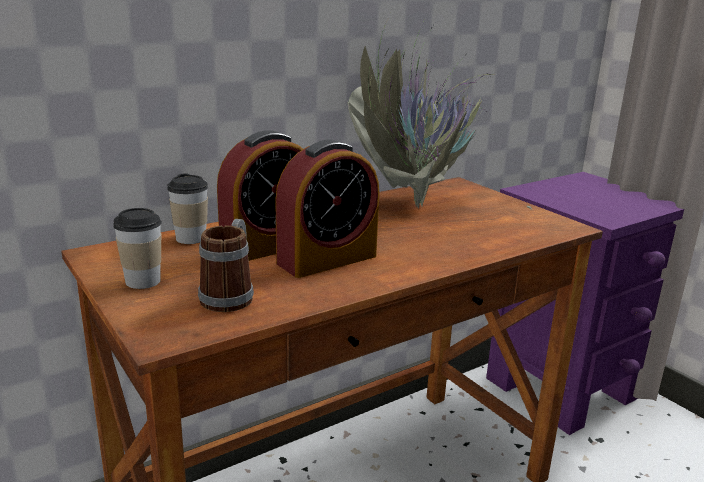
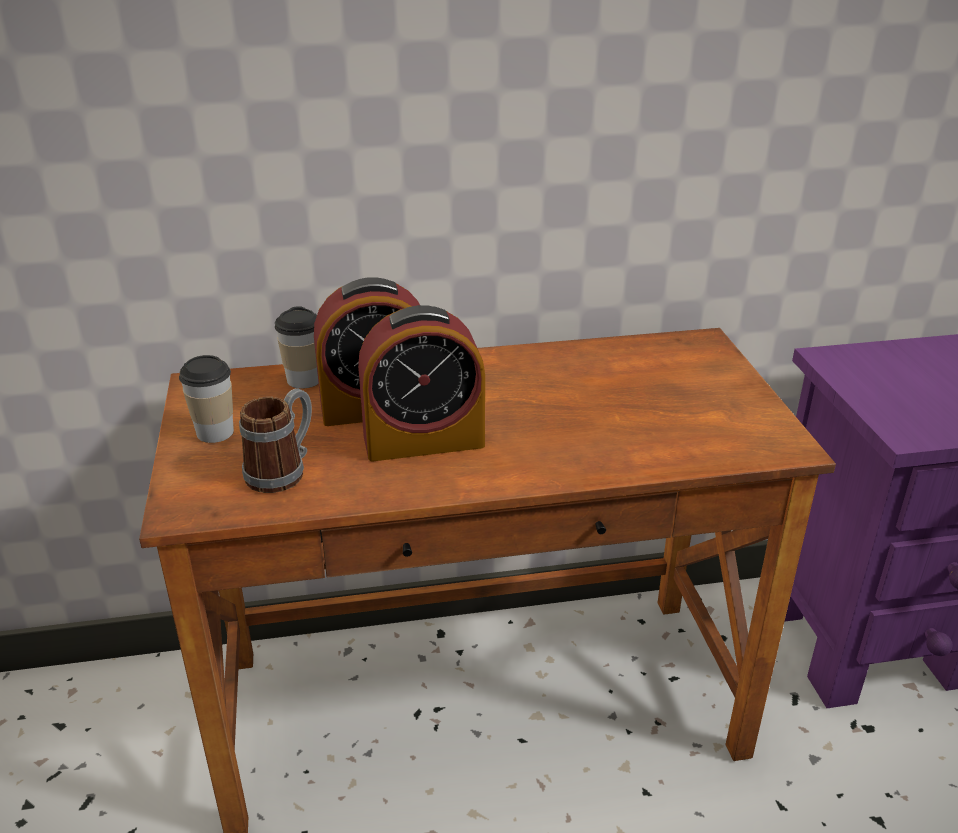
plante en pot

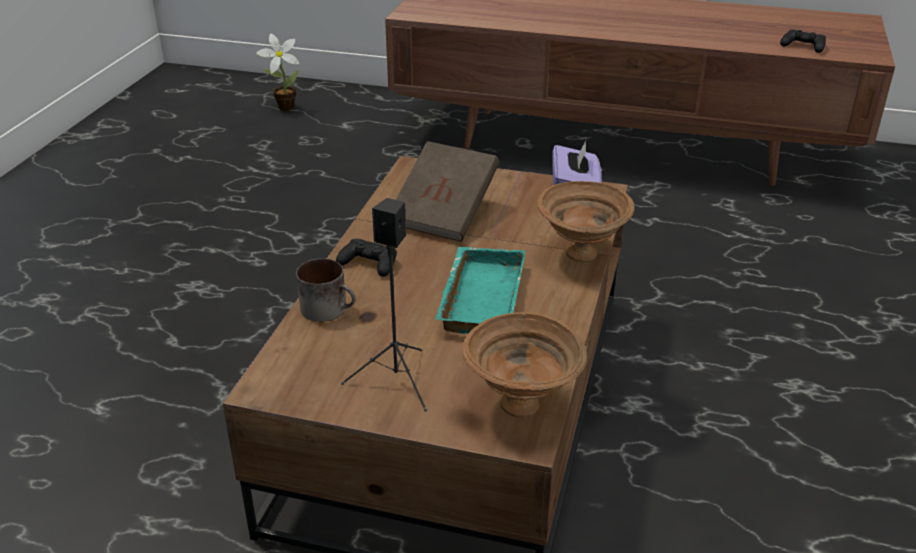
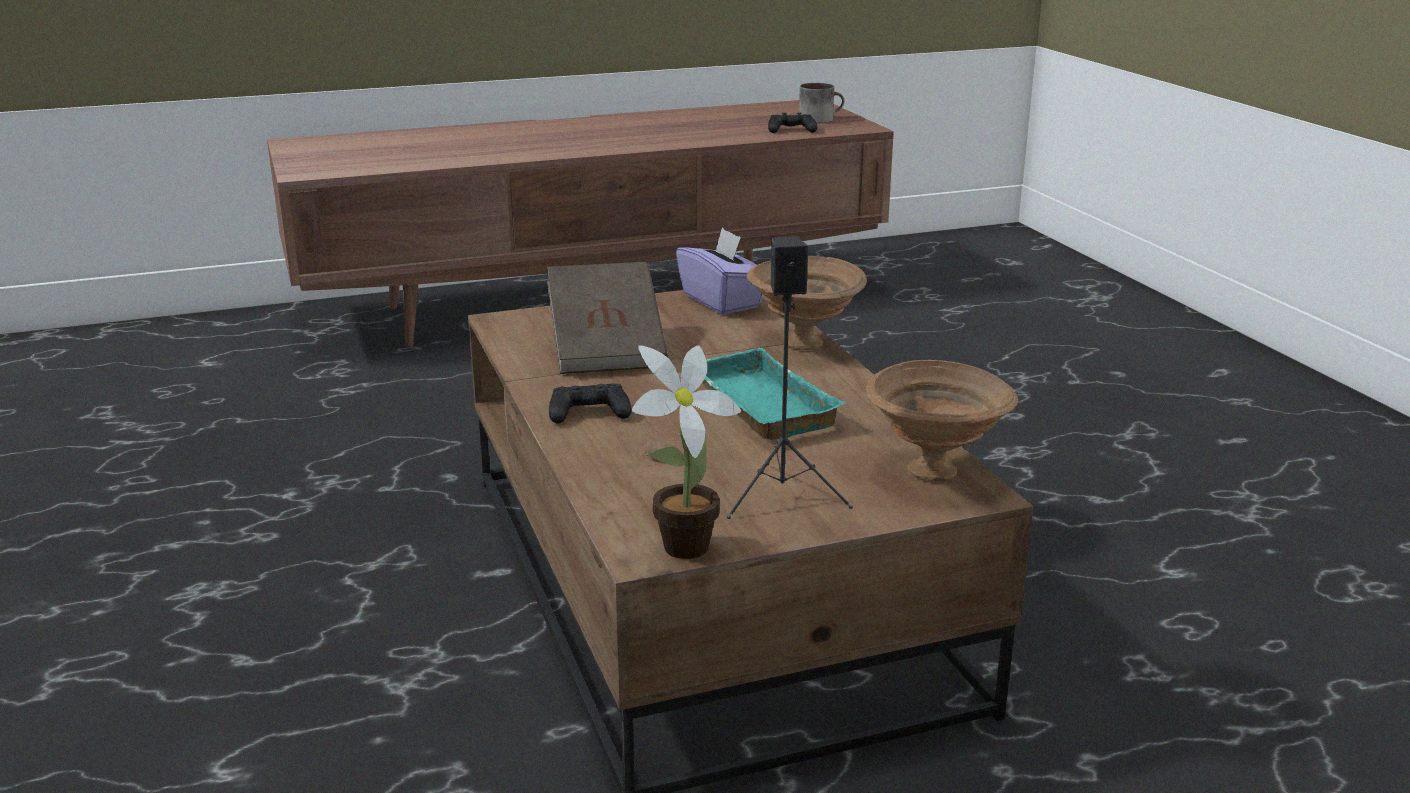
plante en pot; mug

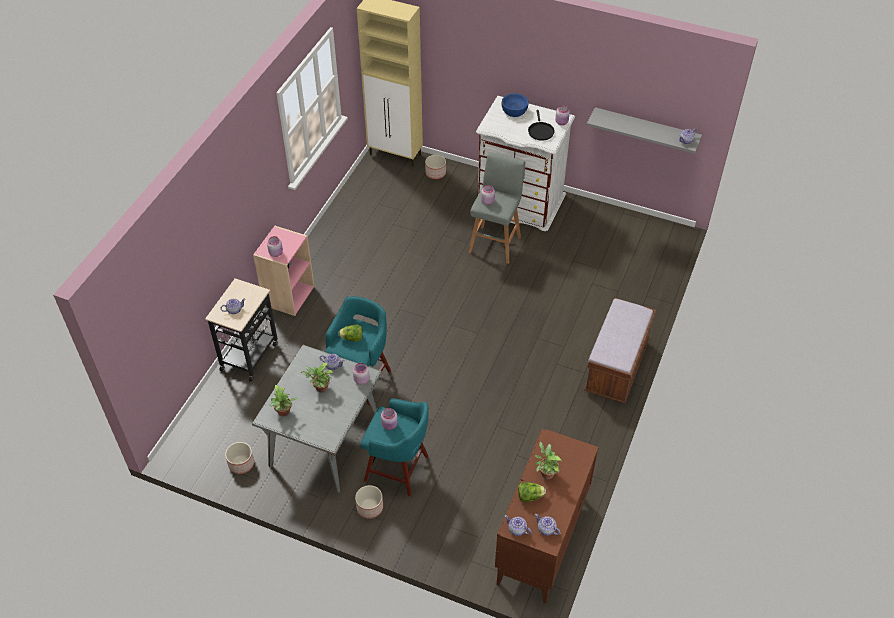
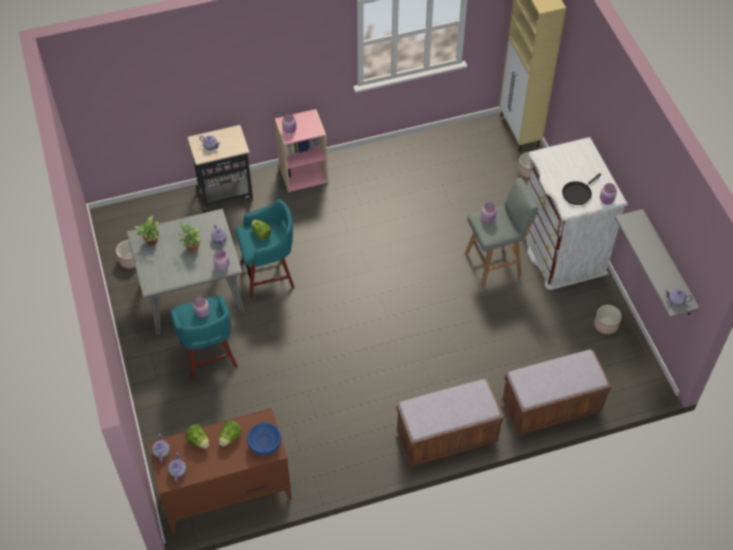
bol/bleu; laitue (2nd from left); cache-pot (3rd from left); banc/marron (2nd from left)

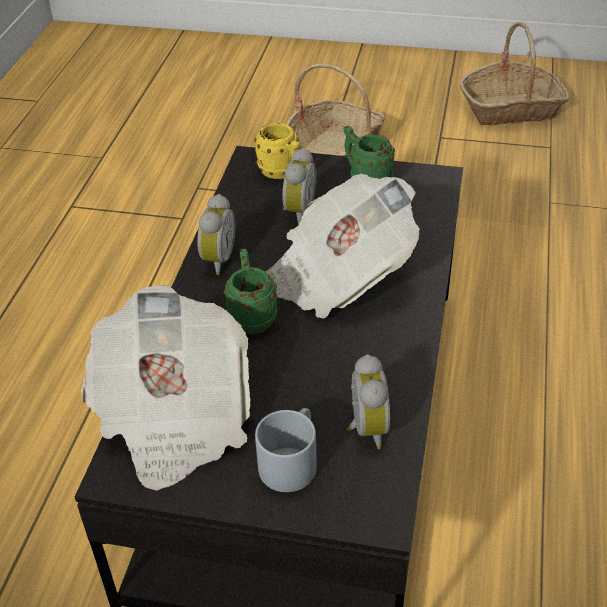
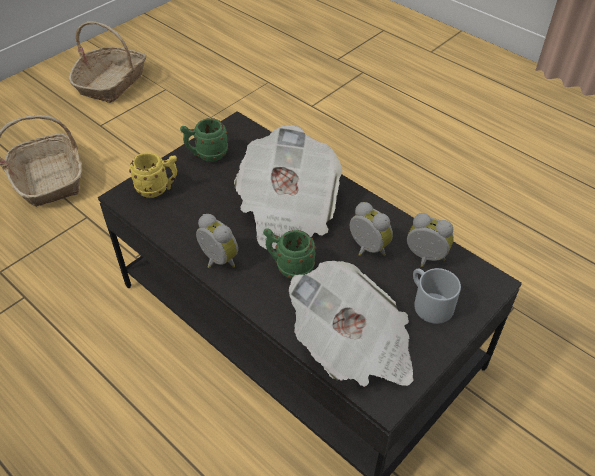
réveil (2nd from left)

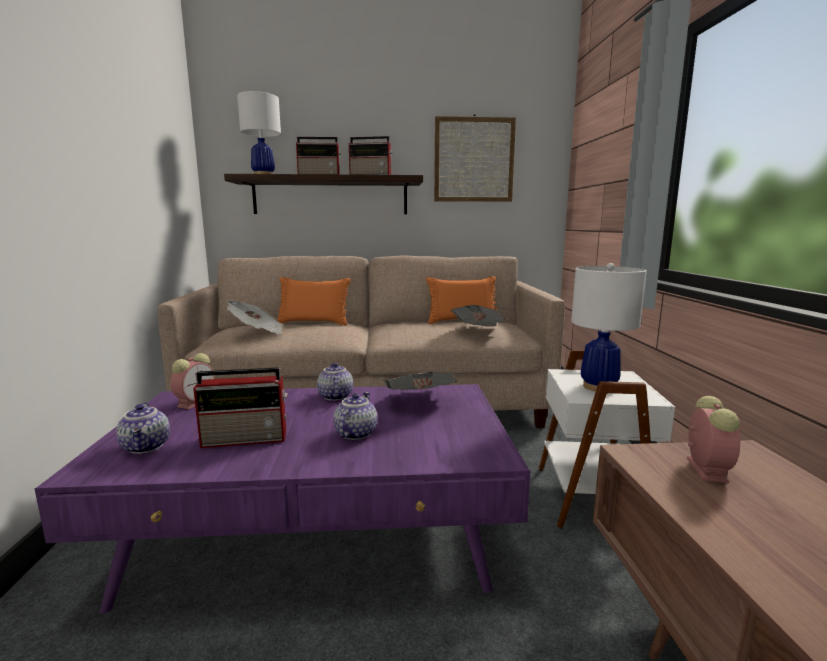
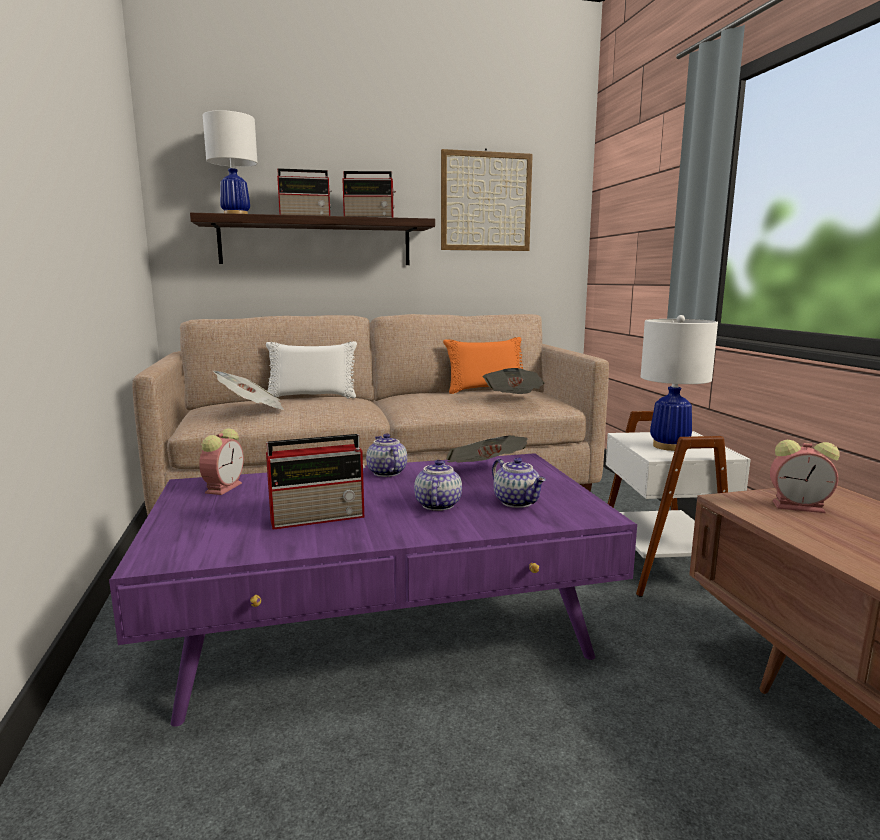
coussin/blanc; réveil (2nd from left); théière (3rd from left)

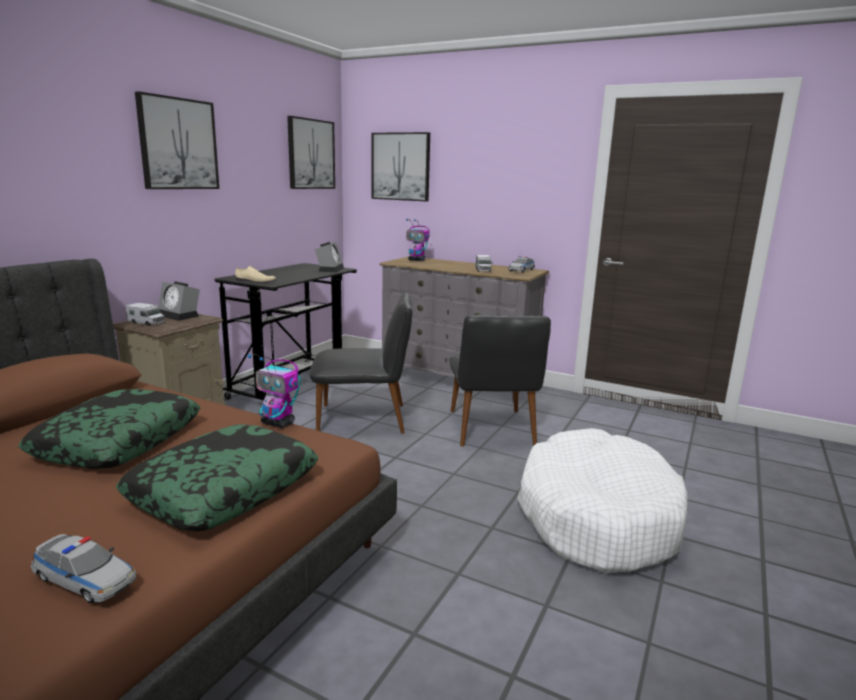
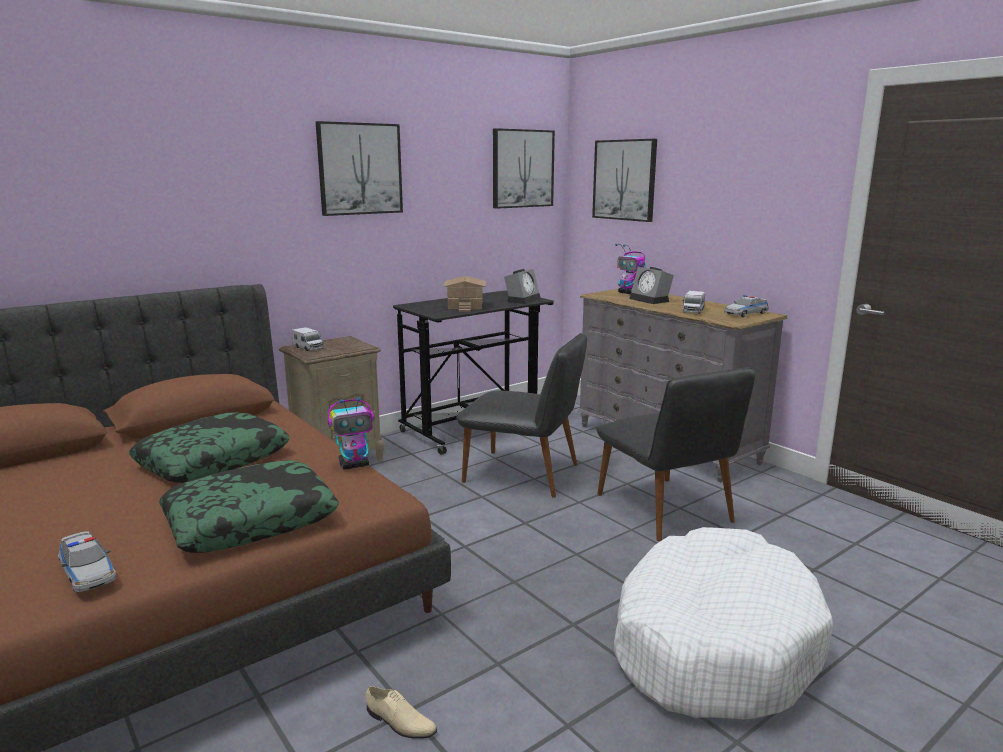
chaussure/beige; réveil (2nd from left); chaise/noir (2nd from left); robot jouet (1st from left); maison miniature

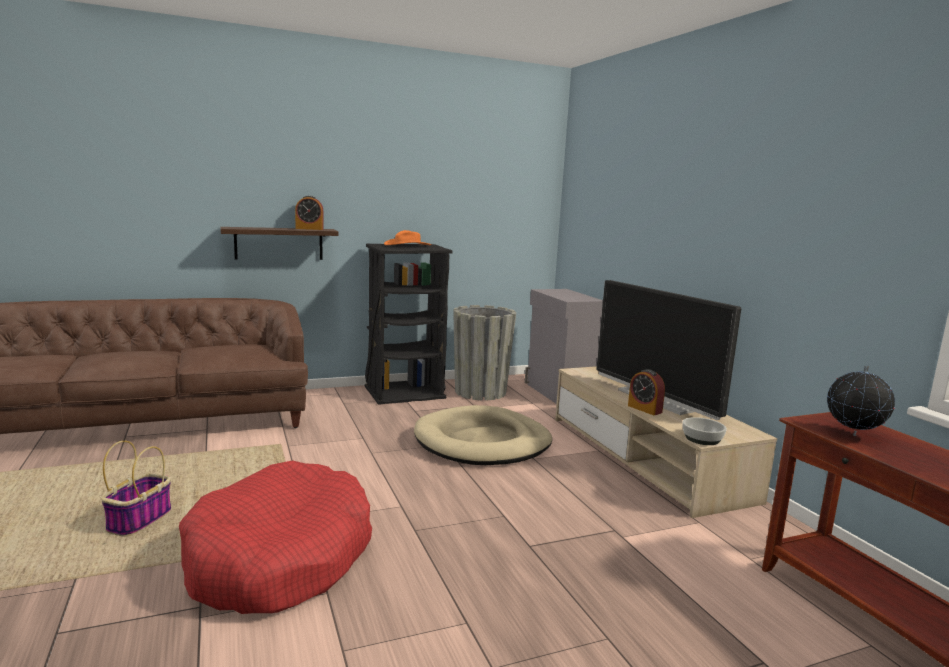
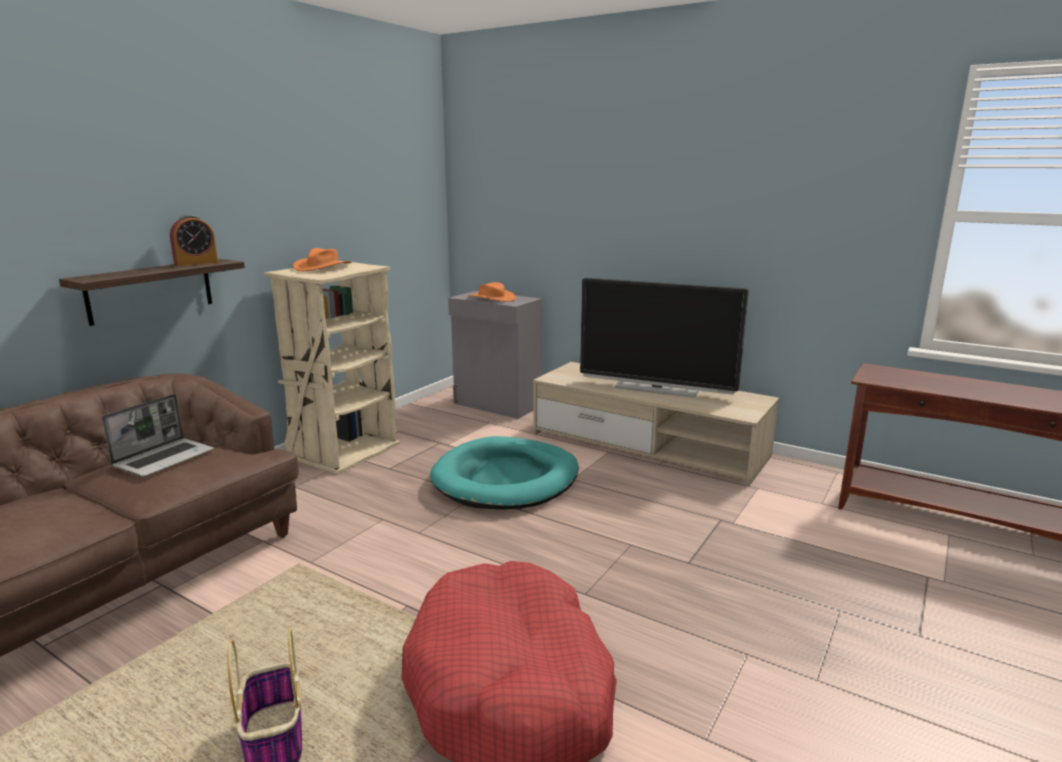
bibliothèque/beige; cache-pot/gris; globe; réveil (2nd from left in the first image); panier pour chien/turquoise; bol; chapeau/orange (2nd from left); ordinateur portable

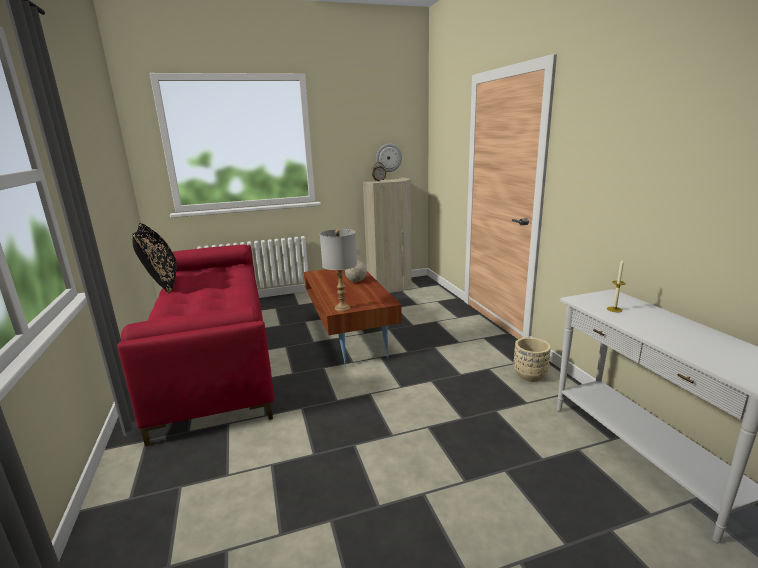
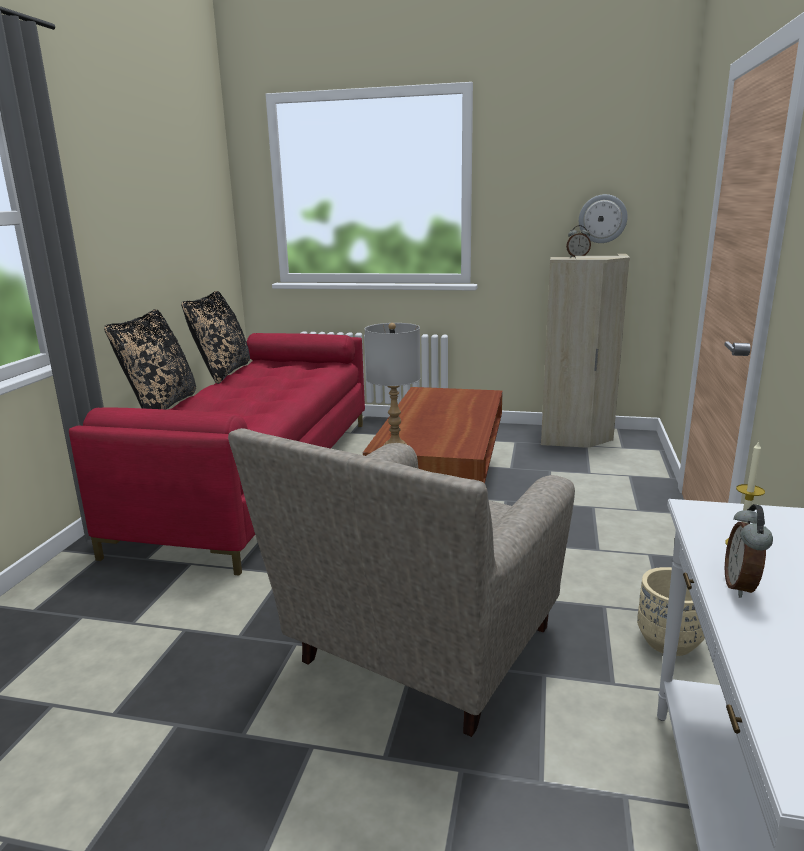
globe; coussin/noir (1st from left); fauteuil/beige; réveil (2nd from left)

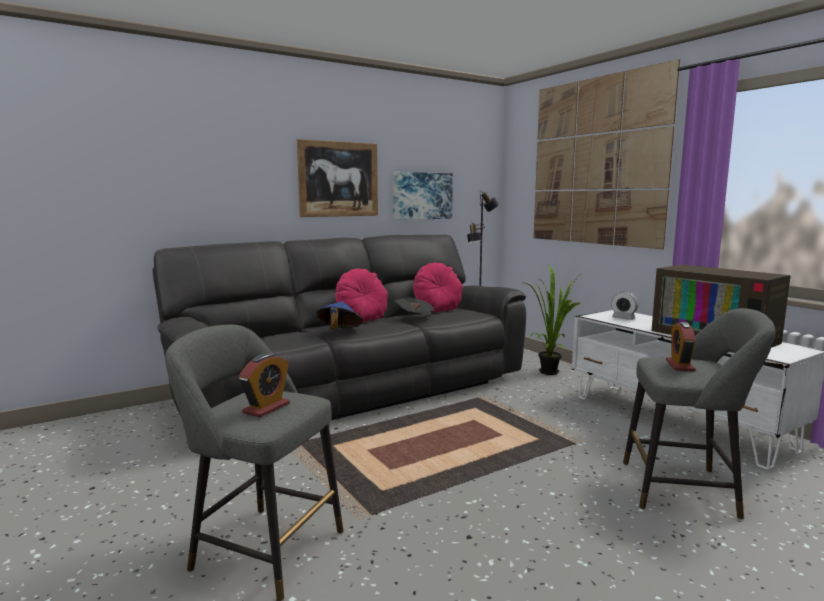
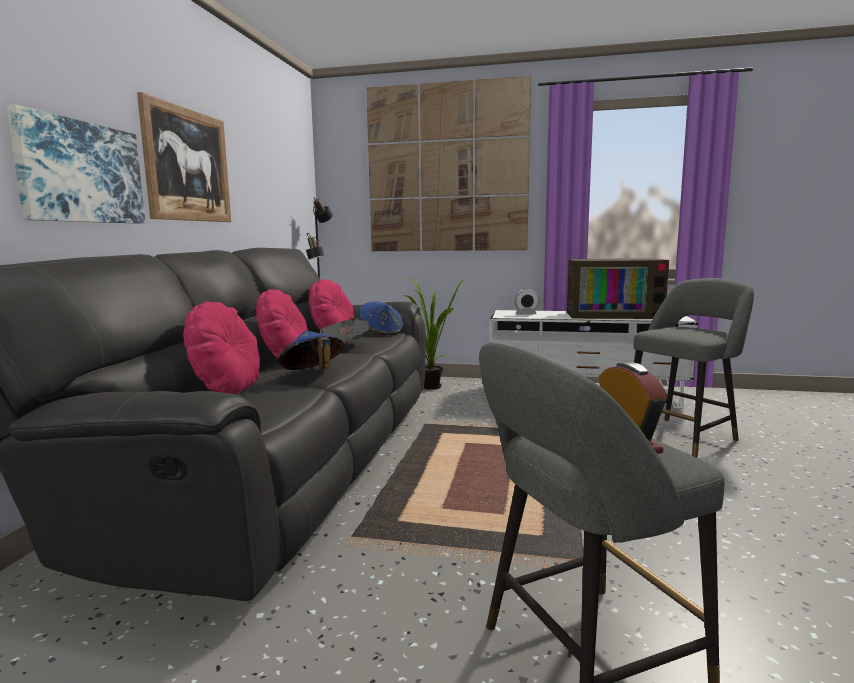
tableau (1st from left); réveil (3rd from left in the first image); coussin/rose (1st from left); chapeau/bleu (2nd from left)

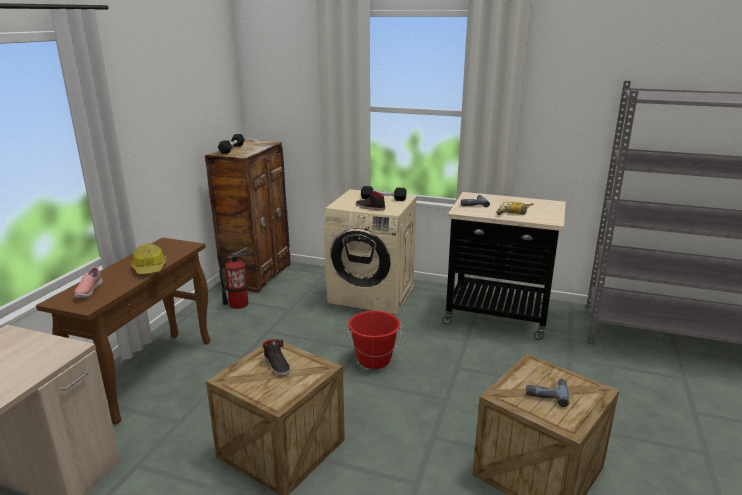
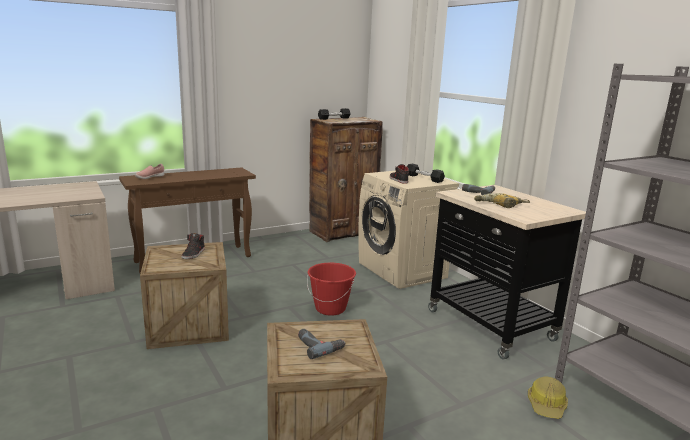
casque de chantier; extincteur

